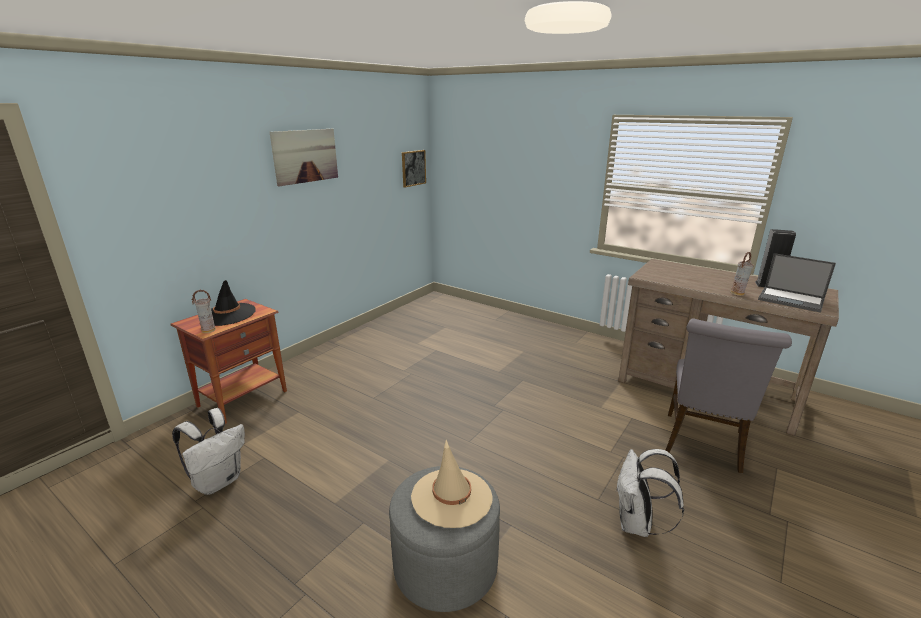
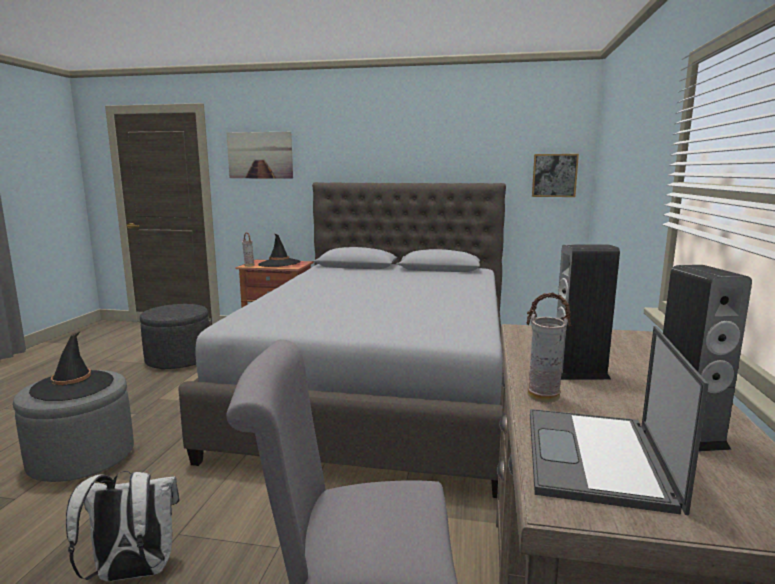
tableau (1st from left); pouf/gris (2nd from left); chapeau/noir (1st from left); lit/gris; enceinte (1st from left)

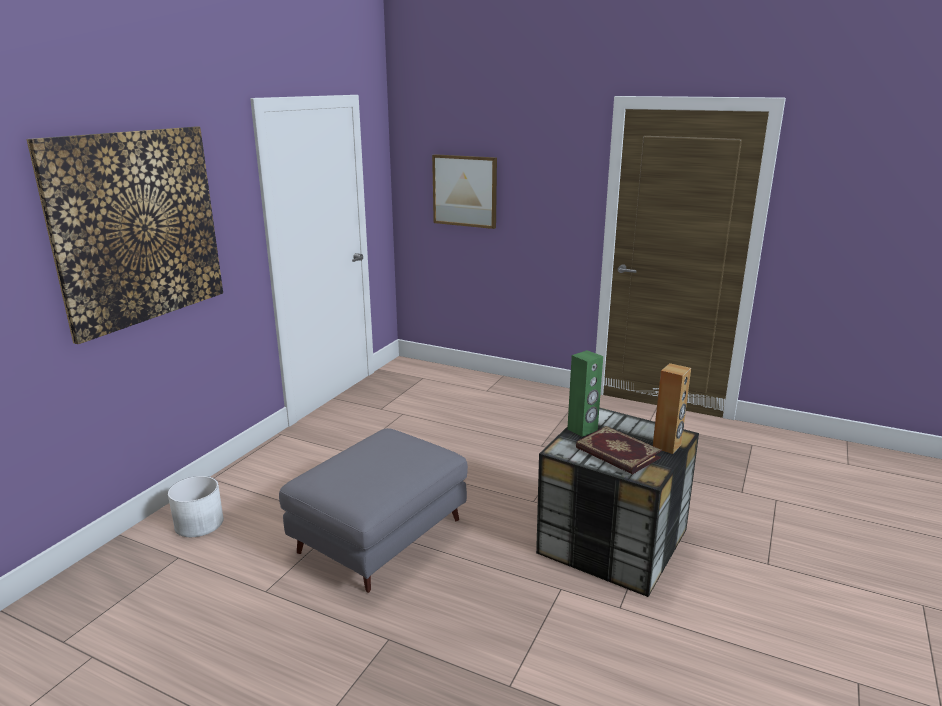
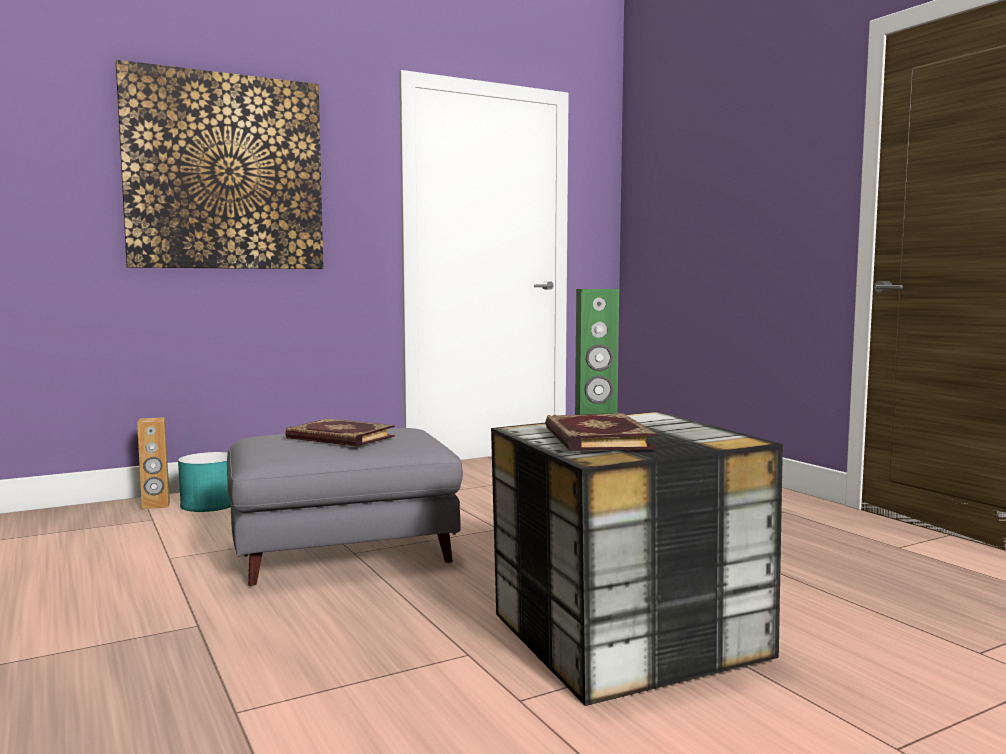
tableau (2nd from left in the first image); enceinte/marron; cache-pot/turquoise; livre (1st from left)

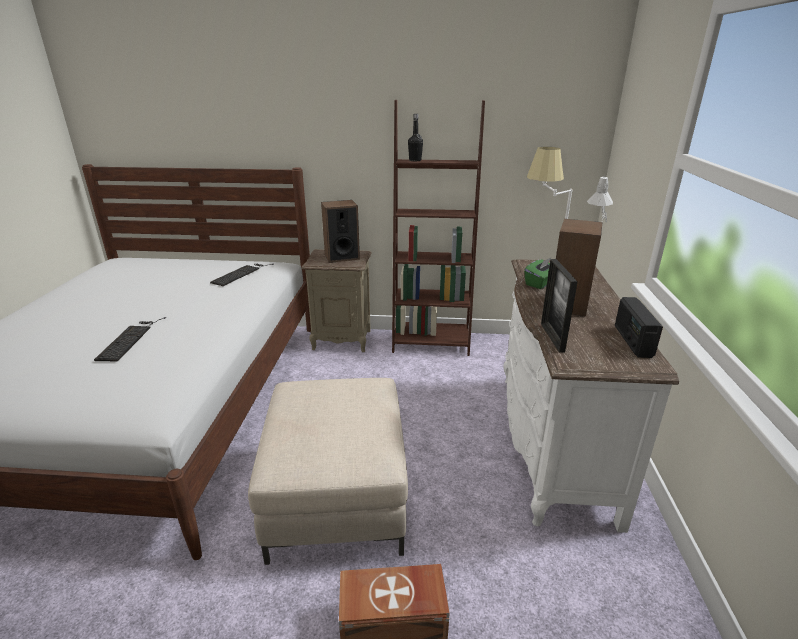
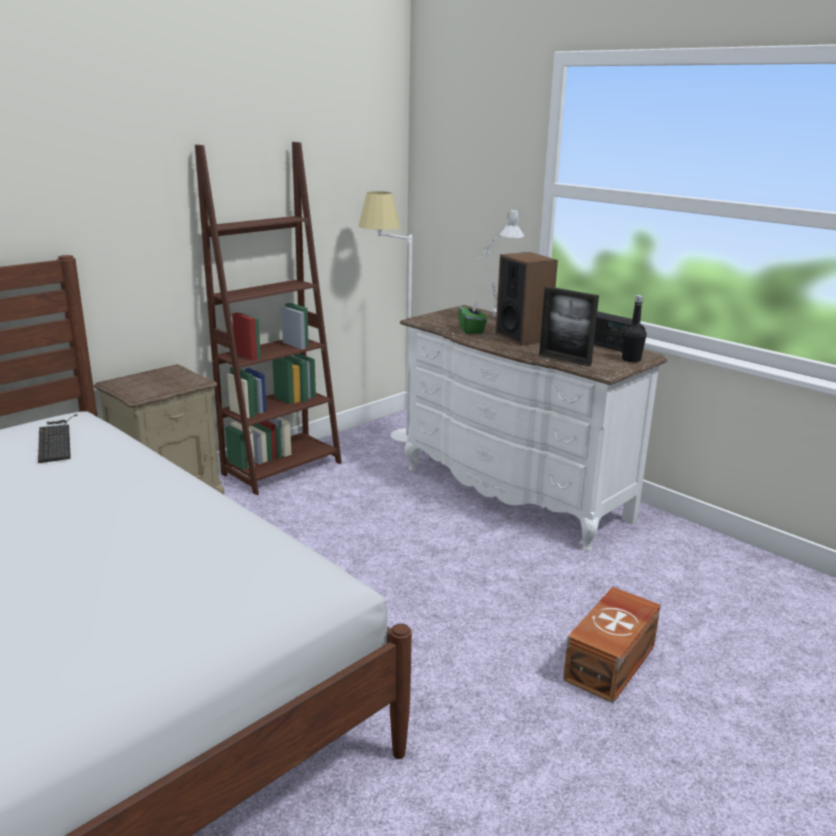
bouteille/noir; enceinte (1st from left in the first image); clavier (1st from left in the first image); pouf/beige

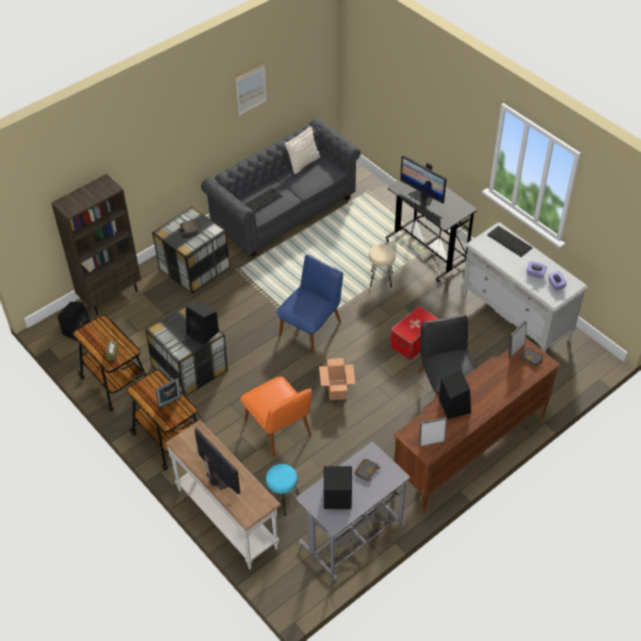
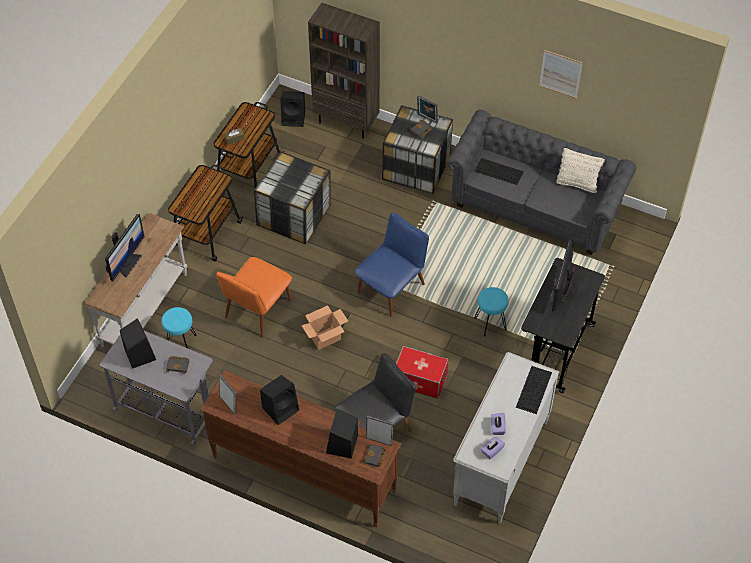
tabouret/turquoise (2nd from left); chaise/bleu; enceinte/noir (4th from left); cadre photo (3rd from left)

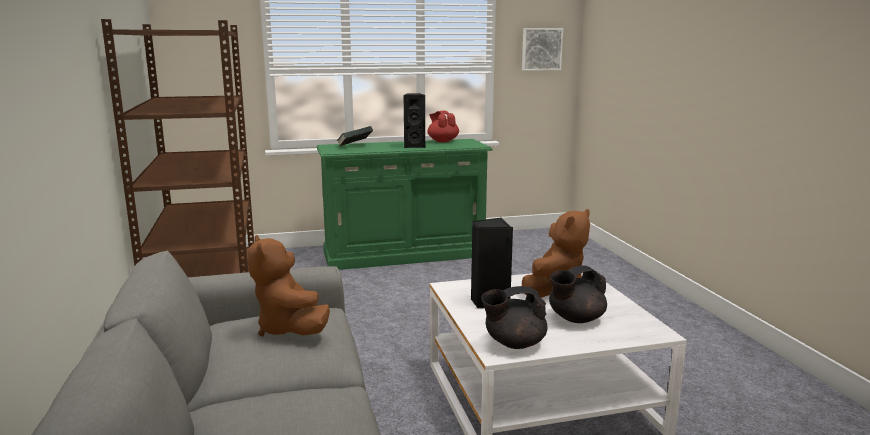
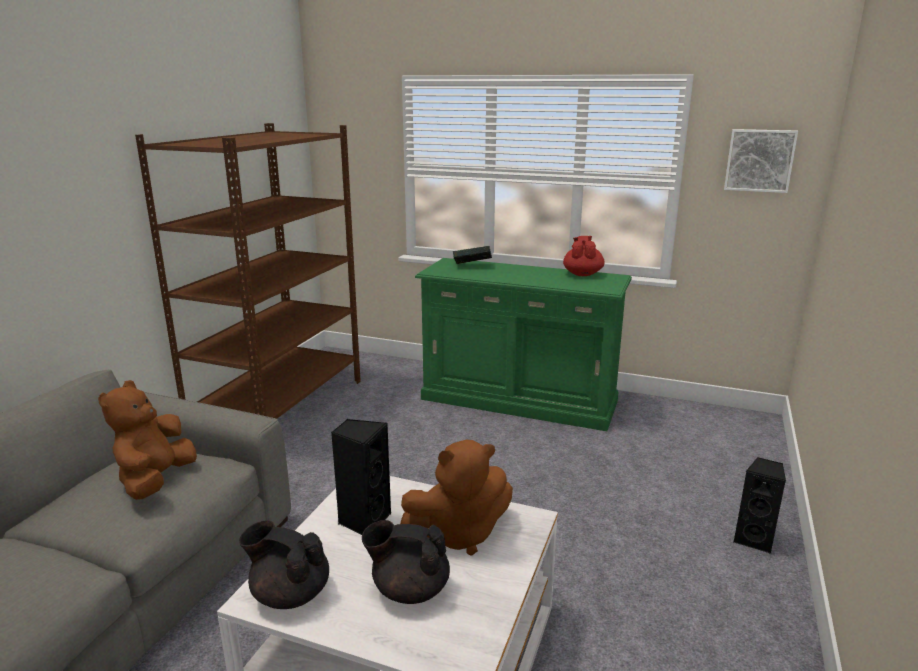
enceinte/noir (2nd from left)

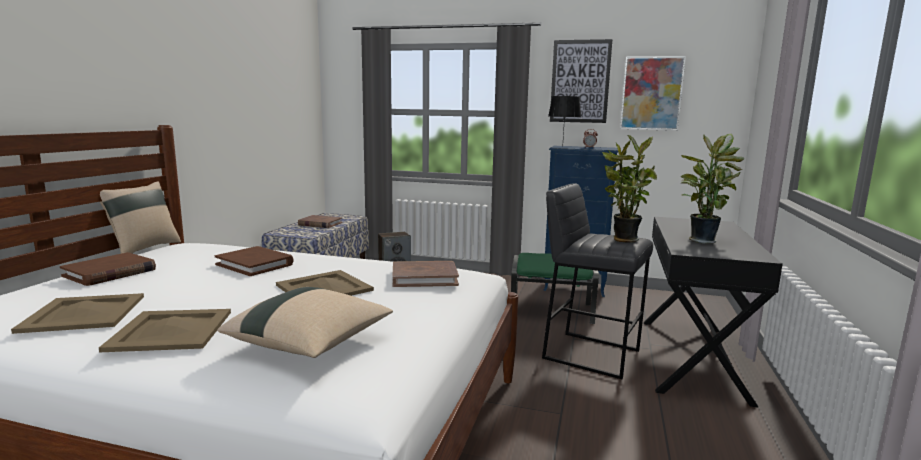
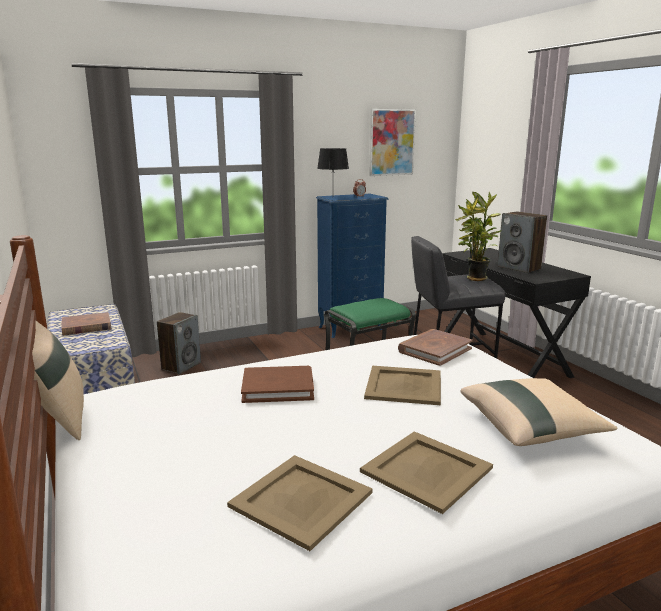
tableau (1st from left in the first image); enceinte (2nd from left); livre/marron (1st from left in the first image)

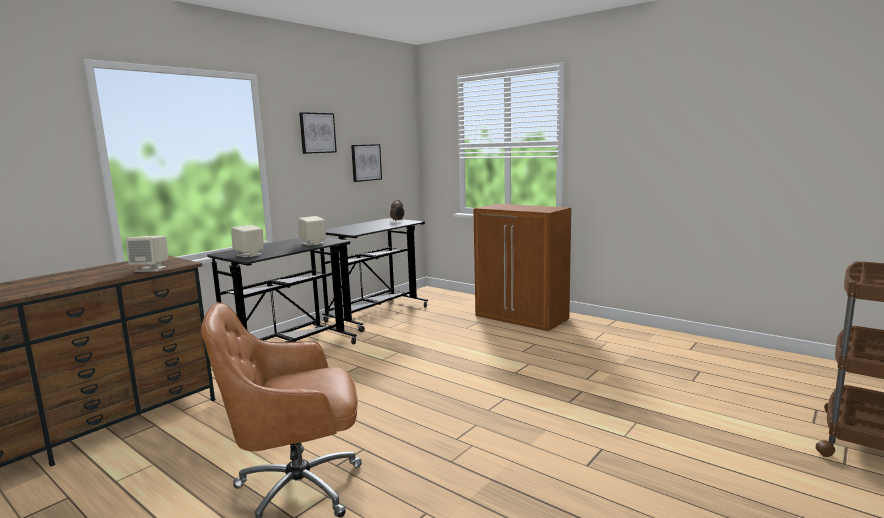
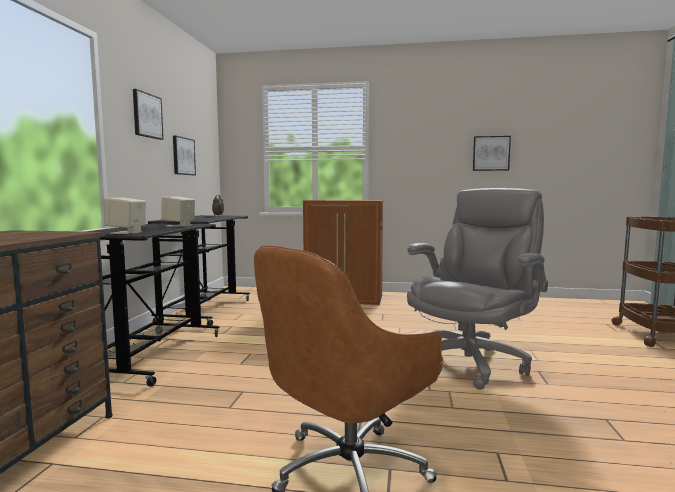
enceinte/beige (1st from left in the first image); tableau (3rd from left); chaise de bureau/gris

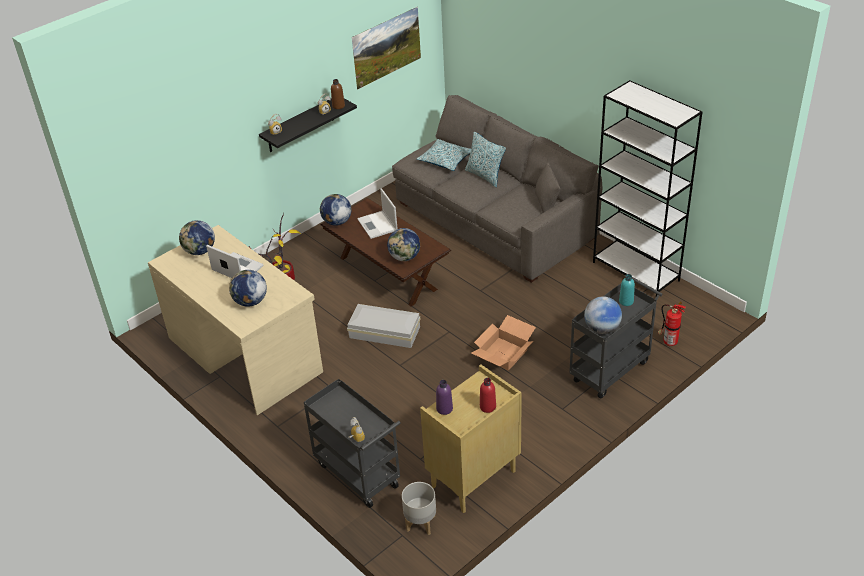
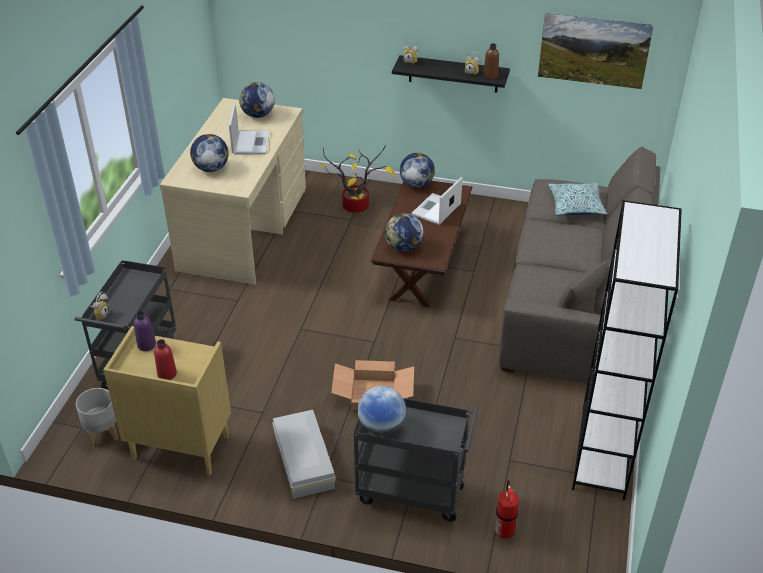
coussin (2nd from left in the first image); bouteille/turquoise; boîte de rangement/blanc

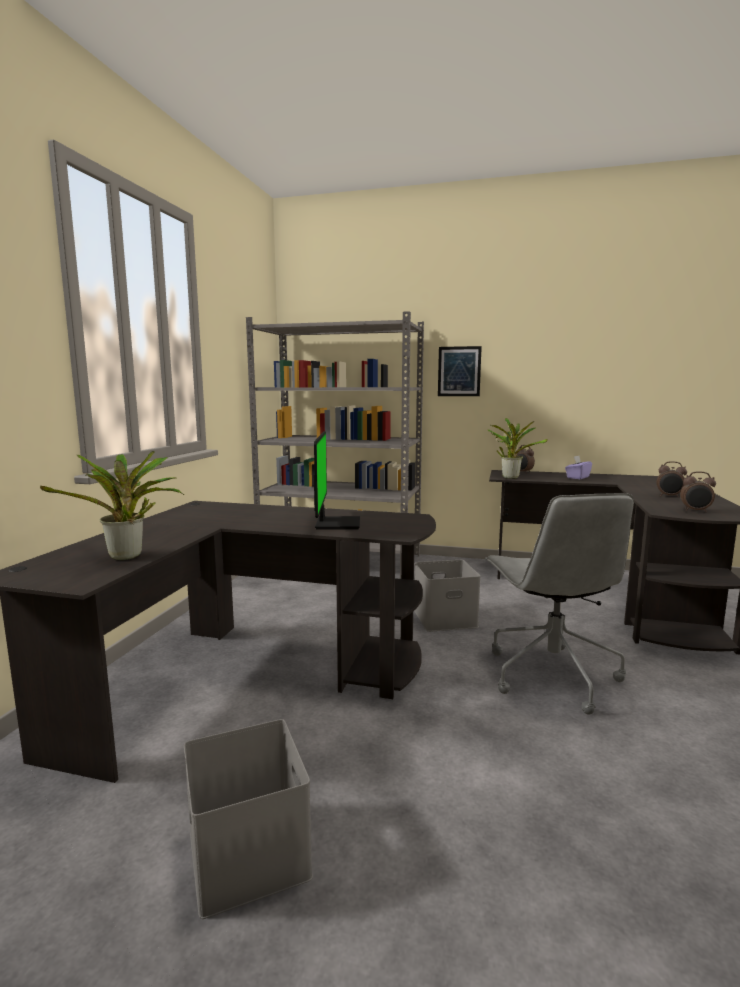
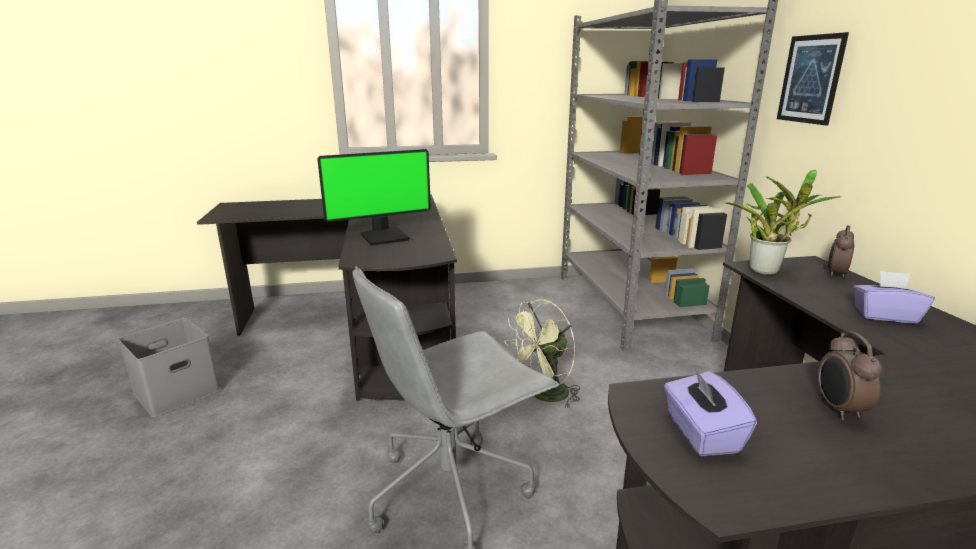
plante en pot (1st from left in the first image); boîte à mouchoirs/violet (1st from left); ventilateur/vert

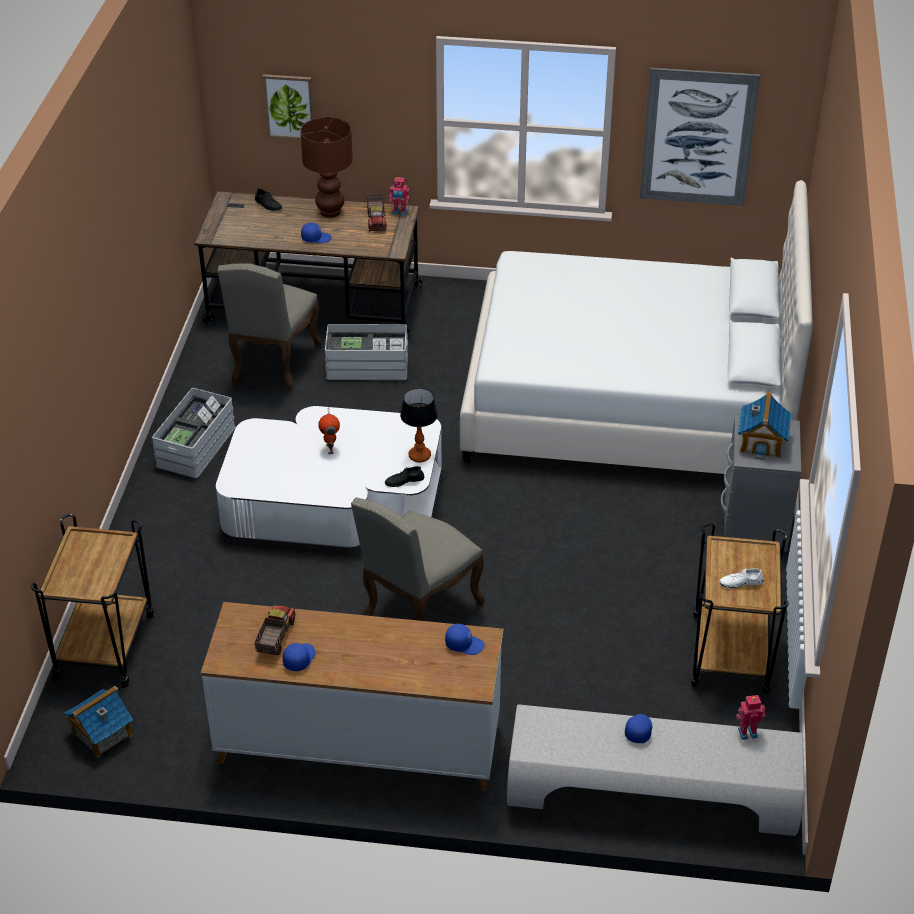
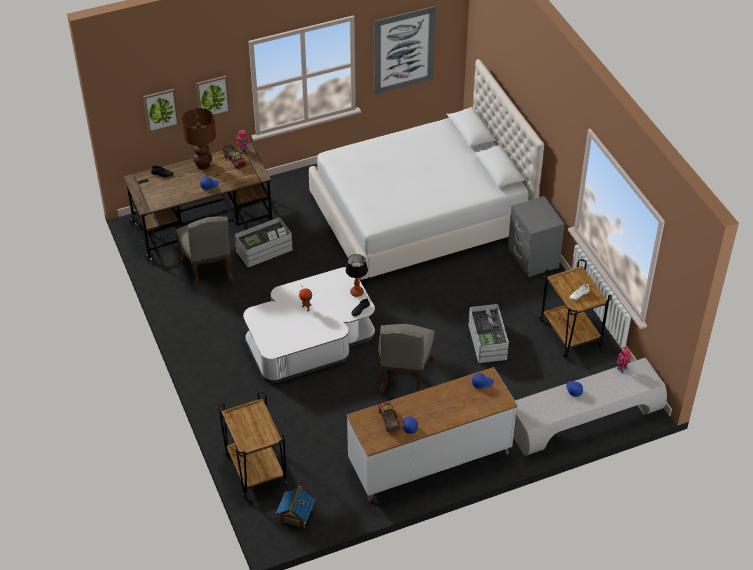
boîte de rangement/gris (2nd from left); maison miniature (2nd from left in the first image); tableau (2nd from left)

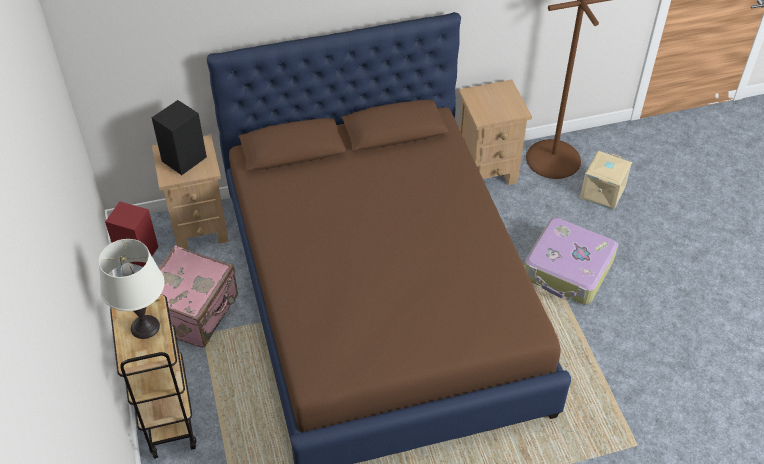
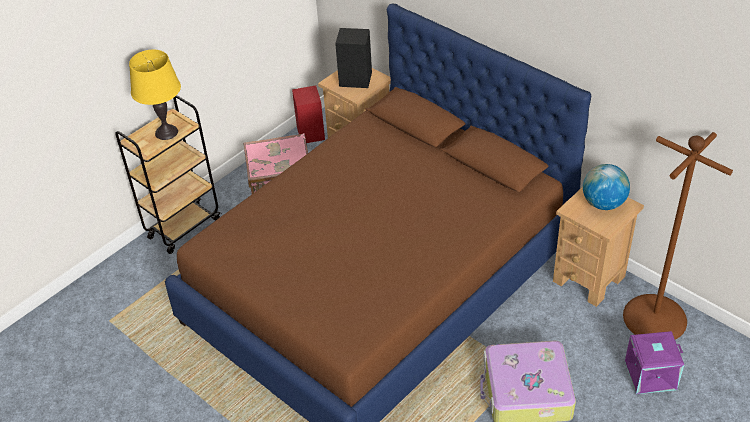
boîte de rangement/violet; lampe de table/jaune; globe

